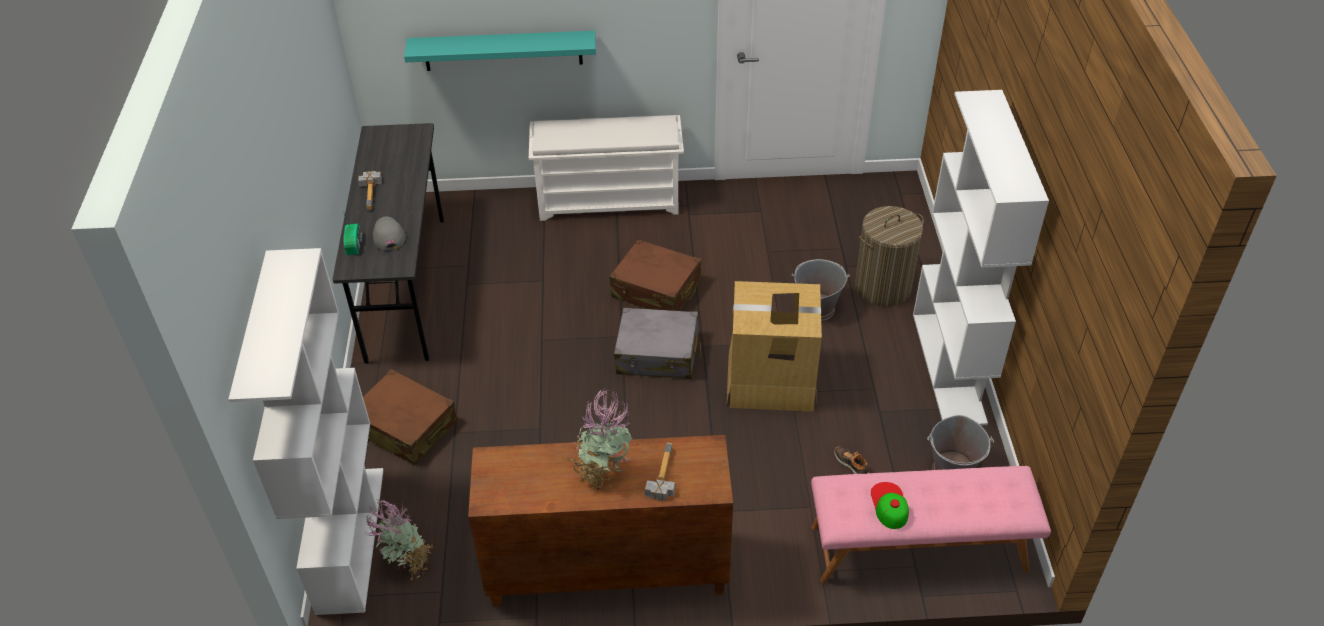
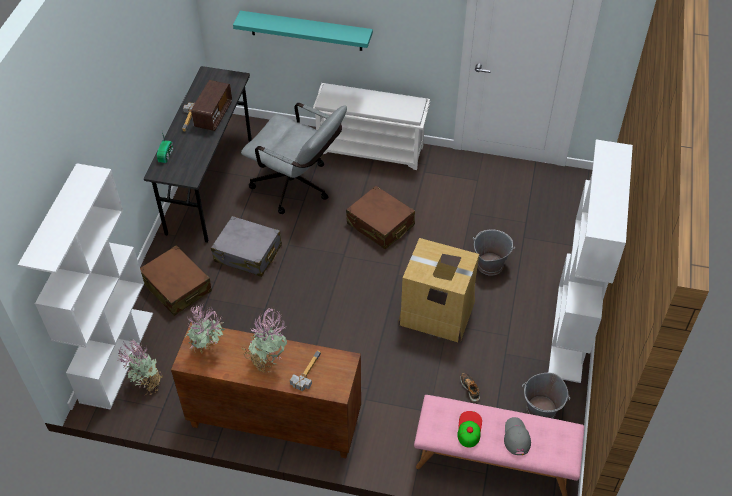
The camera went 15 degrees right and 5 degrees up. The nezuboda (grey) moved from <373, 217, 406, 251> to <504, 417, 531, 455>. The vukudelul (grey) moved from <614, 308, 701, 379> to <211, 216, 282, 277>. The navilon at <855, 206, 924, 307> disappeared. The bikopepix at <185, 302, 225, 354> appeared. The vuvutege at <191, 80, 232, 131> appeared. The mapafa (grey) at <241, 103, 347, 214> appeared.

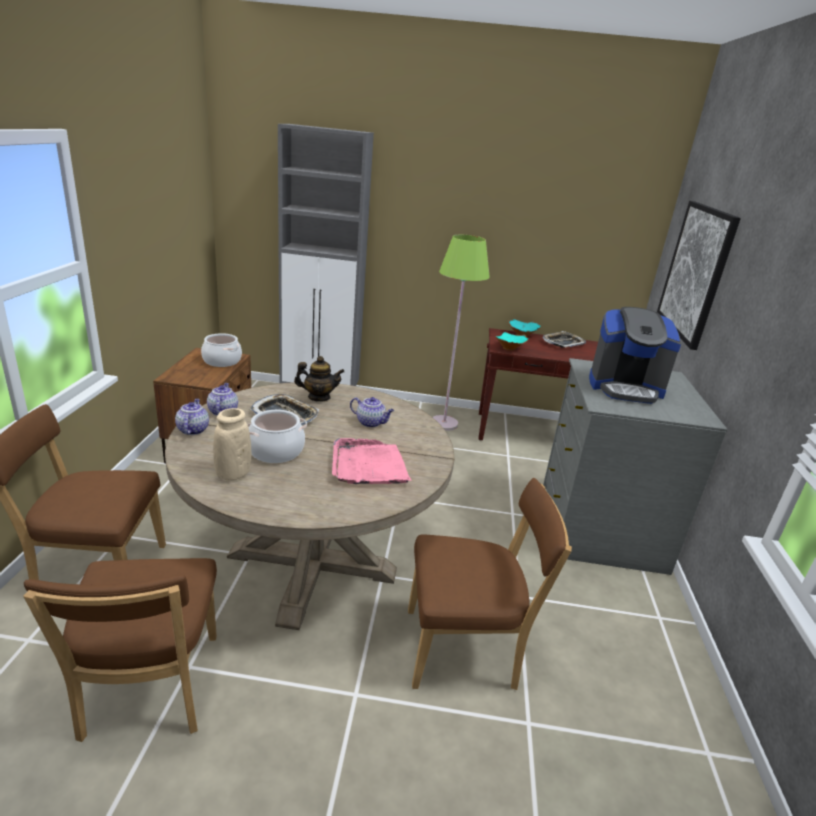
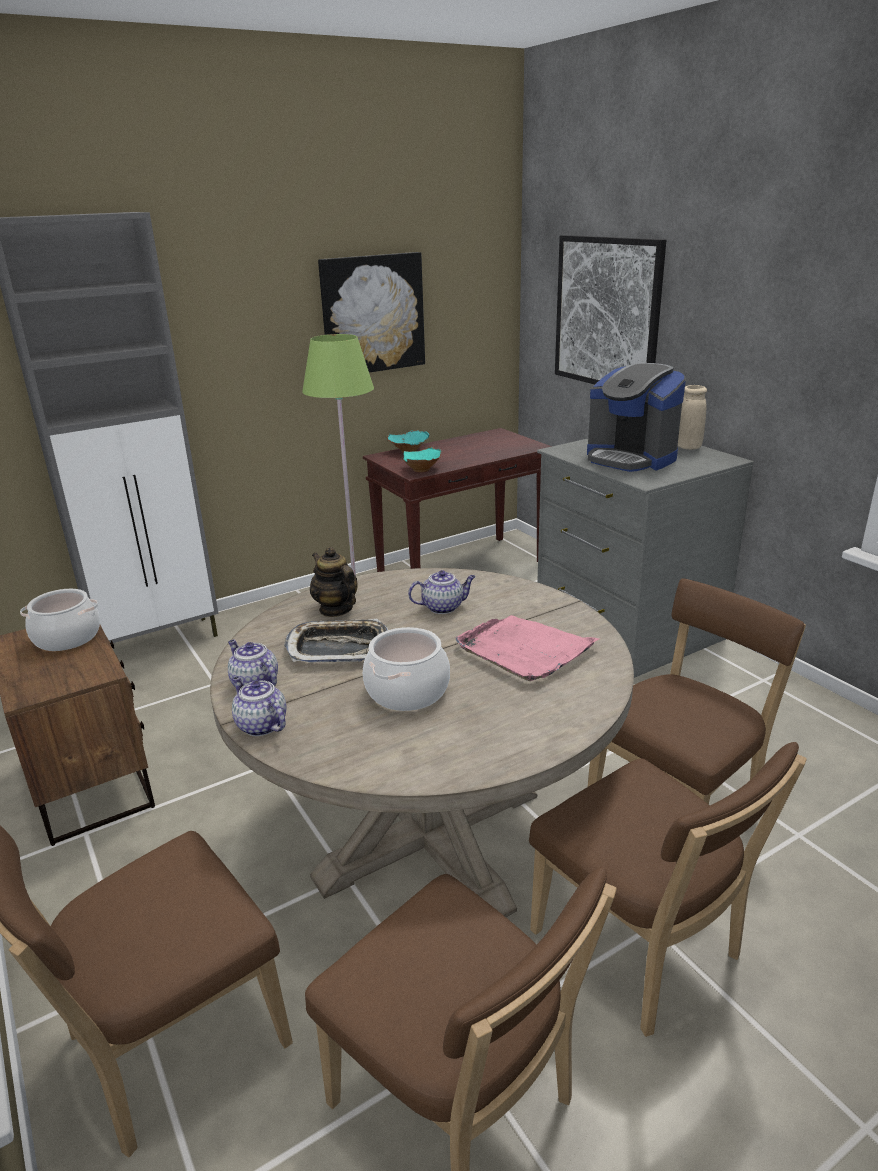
The camera went 35 degrees left and 0 degrees up. The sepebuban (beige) moved from <213, 408, 251, 481> to <678, 385, 707, 450>. The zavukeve at <294, 356, 345, 402> turned 90 degrees counterclockwise. The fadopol at <543, 331, 586, 348> disappeared. The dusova at <589, 307, 681, 404> turned 75 degrees clockwise. The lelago at <318, 252, 425, 373> appeared. The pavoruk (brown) at <529, 742, 807, 1037> appeared.

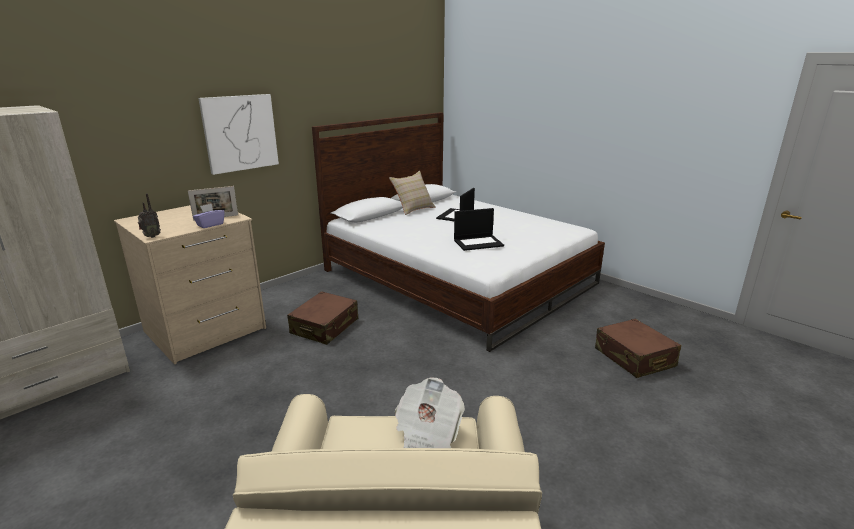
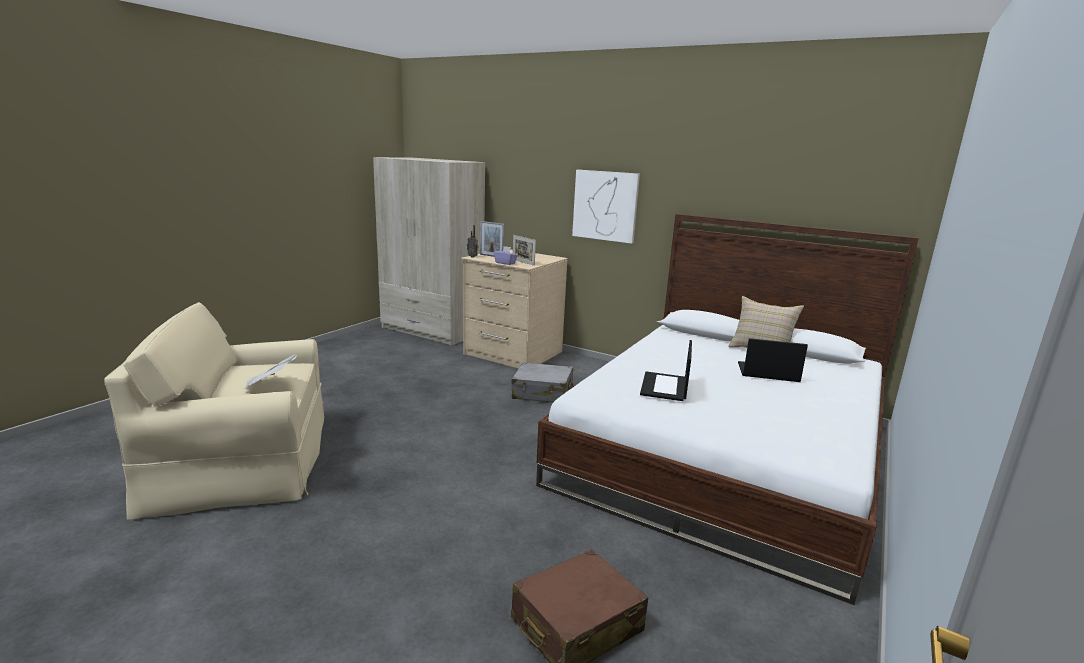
The camera went 75 degrees right and 5 degrees down. The vukudelul (brown) at <287, 291, 358, 345> became the vukudelul (grey) at <511, 363, 574, 403>. The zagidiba at <454, 208, 504, 251> turned 45 degrees clockwise. The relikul at <480, 221, 505, 257> appeared.

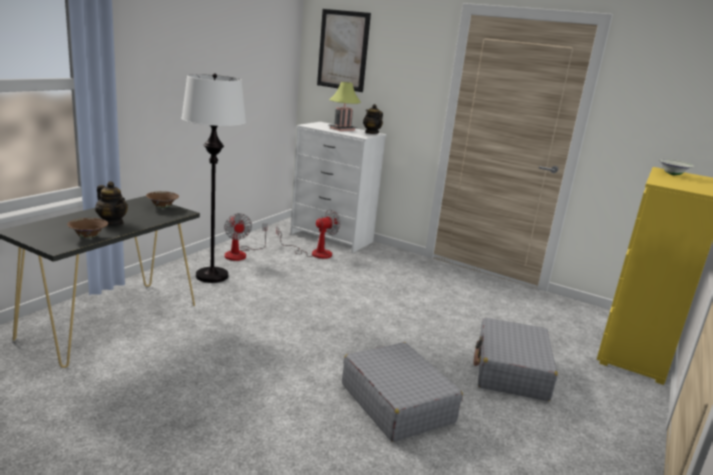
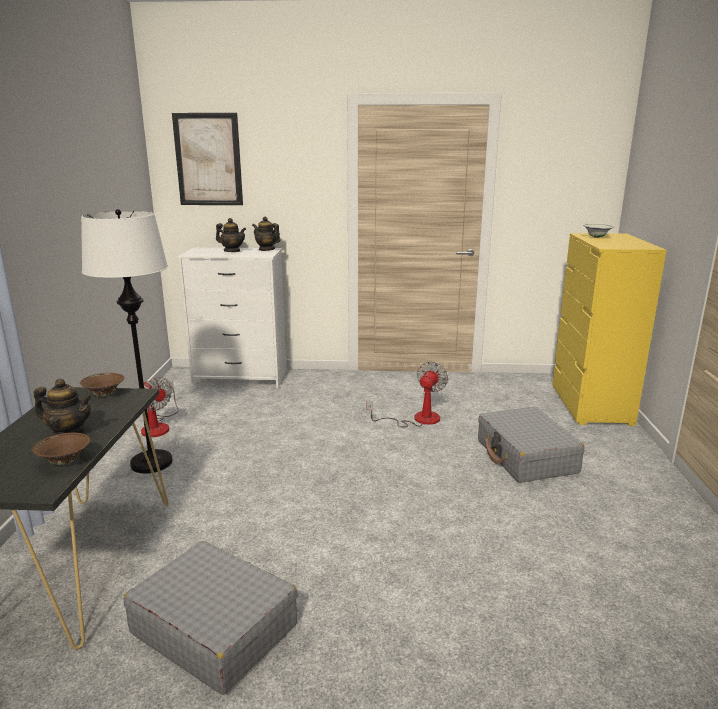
The camera went 25 degrees left and 0 degrees up. The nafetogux moved from <276, 210, 341, 259> to <366, 361, 448, 427>. The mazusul at <329, 82, 361, 131> was replaced by the zavukeve at <216, 218, 246, 252>. The vukudelul (grey) moved from <342, 342, 463, 442> to <124, 541, 298, 695>.

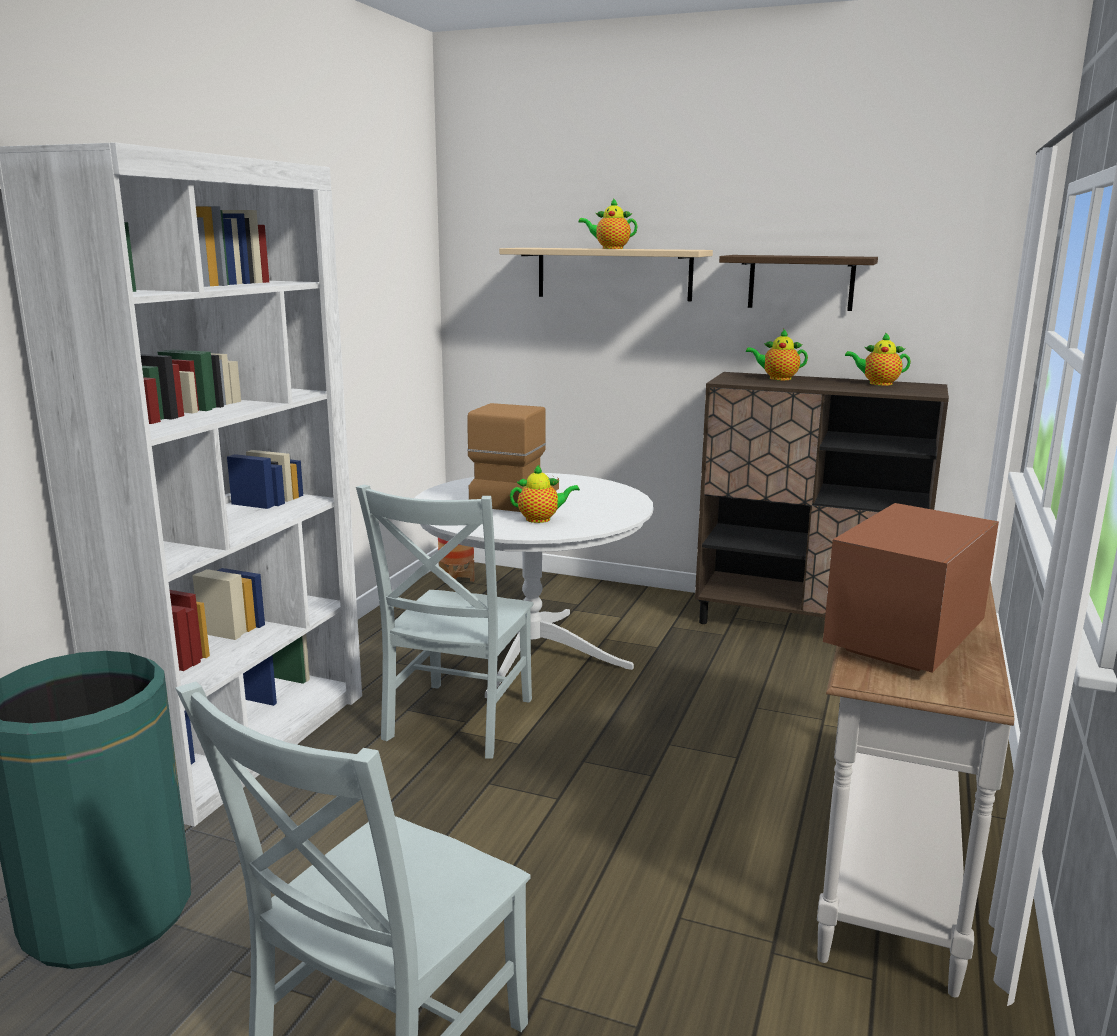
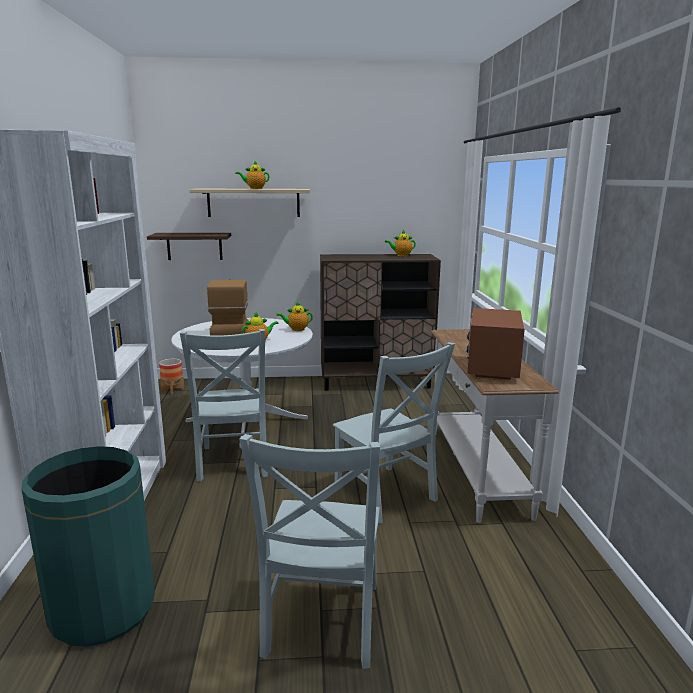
The camera went 25 degrees left and 0 degrees up. The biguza moved from <719, 255, 878, 311> to <147, 233, 231, 260>. The zavukeve moved from <746, 329, 808, 380> to <276, 301, 313, 331>. The pavoruk (grey) at <333, 342, 455, 524> appeared.

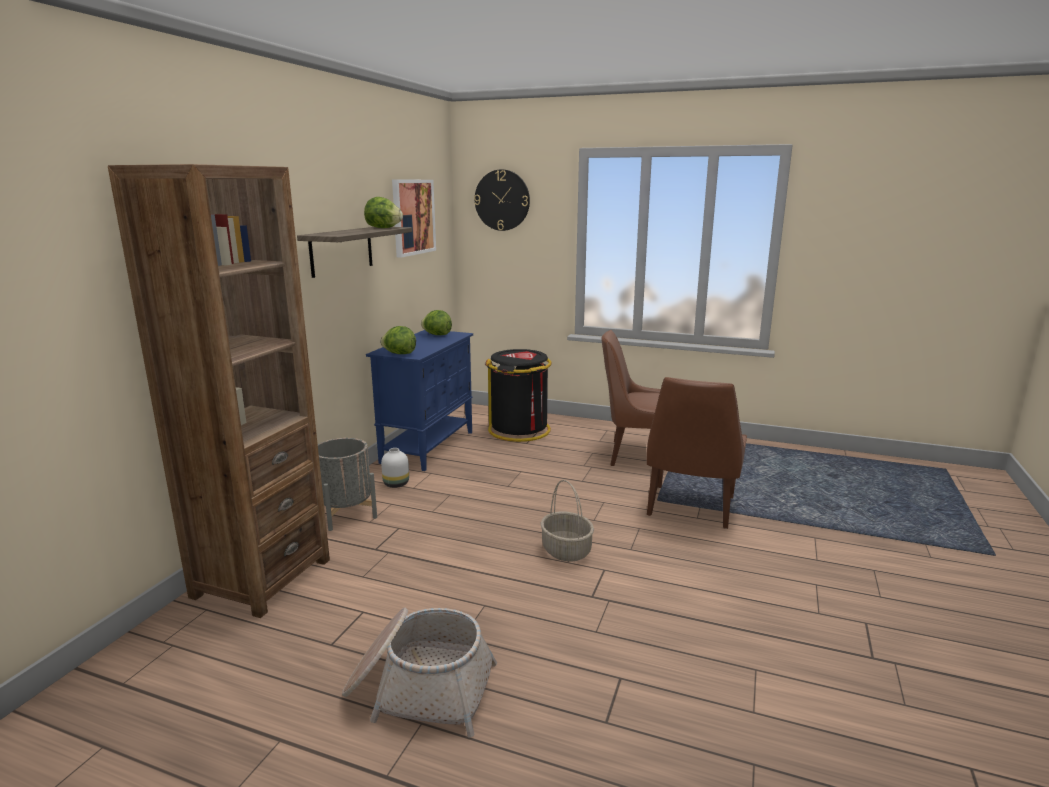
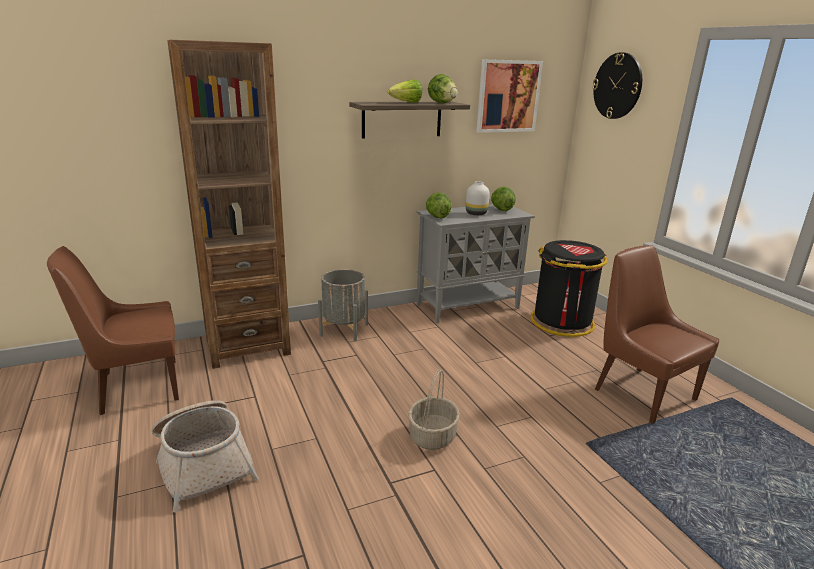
The camera went 45 degrees right and 5 degrees up. The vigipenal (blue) at <366, 330, 473, 471> became the vigipenal (grey) at <417, 204, 535, 323>. The sepebuban (white) moved from <381, 448, 409, 488> to <466, 181, 489, 215>. The pavoruk (brown) moved from <647, 377, 747, 529> to <47, 246, 179, 415>. The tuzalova at <388, 79, 422, 103> appeared.

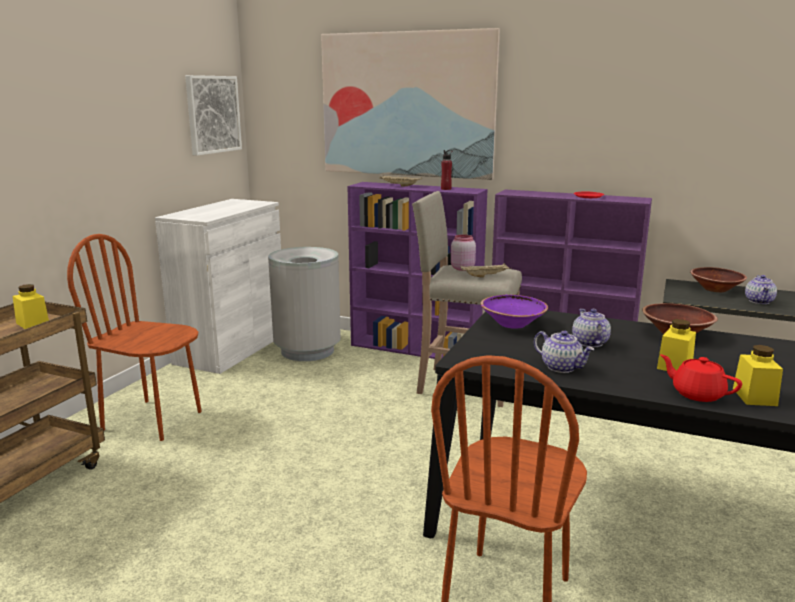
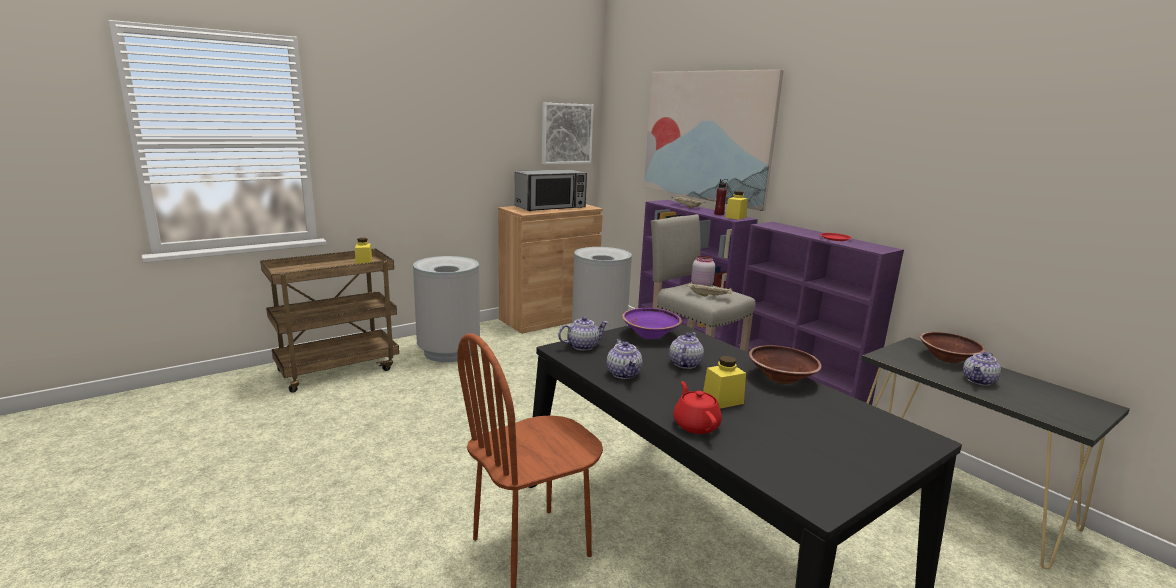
The camera went 30 degrees right and 0 degrees up. The pavoruk (brown) at <67, 234, 202, 441> was replaced by the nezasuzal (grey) at <413, 256, 480, 362>. The vigipenal (white) at <155, 199, 281, 374> became the vigipenal (brown) at <498, 204, 603, 334>. The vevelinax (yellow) moved from <733, 345, 783, 406> to <725, 191, 748, 220>. The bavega at <515, 169, 587, 211> appeared. The zavukeve at <558, 317, 609, 351> appeared.

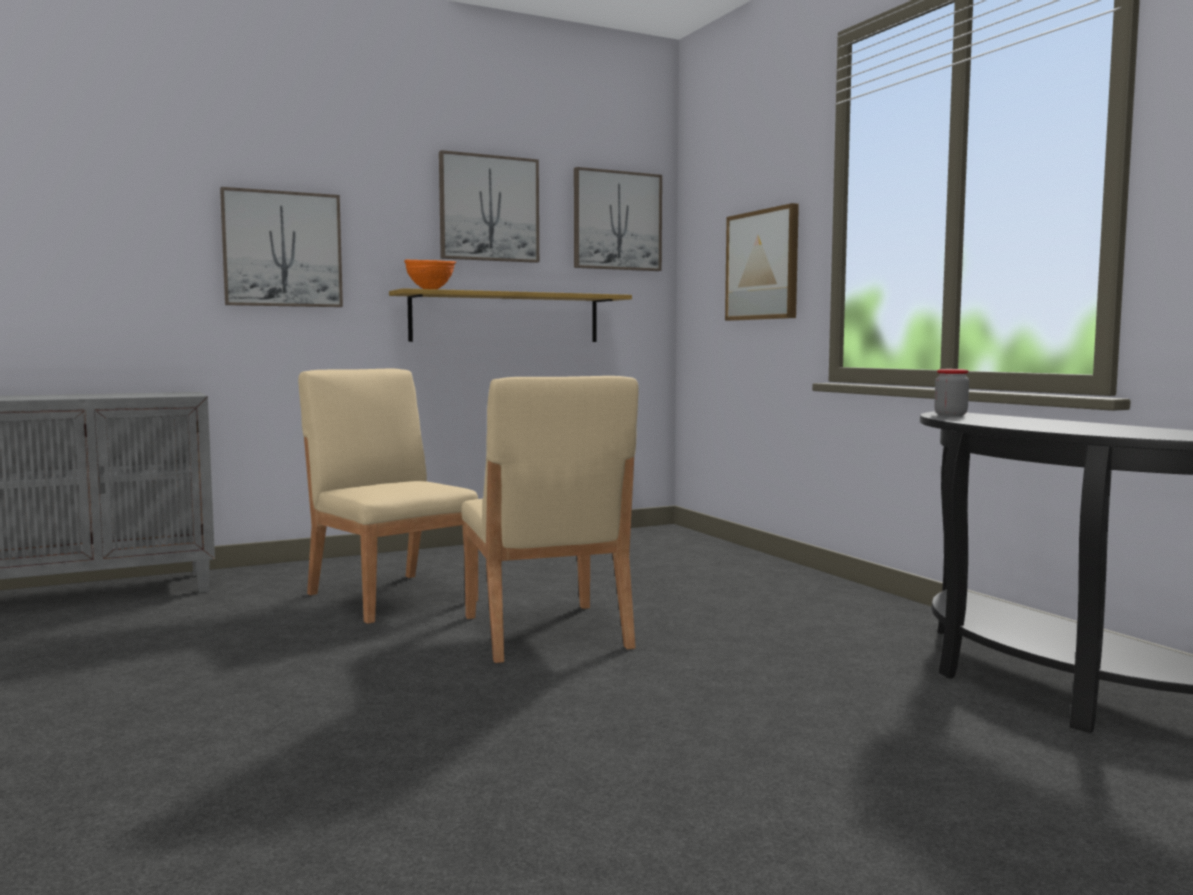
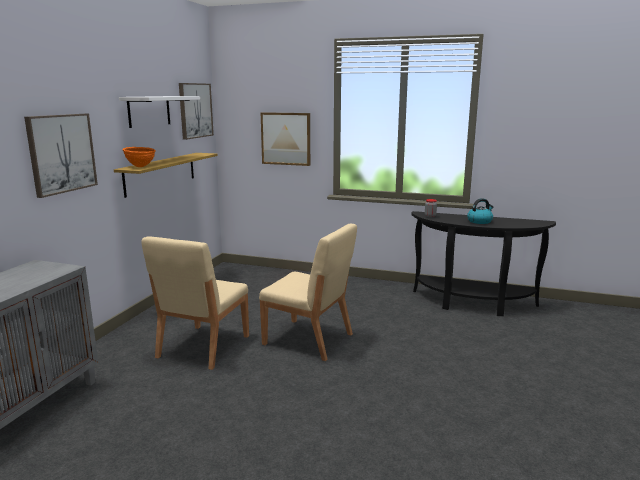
The camera went 45 degrees left and 10 degrees up. The pavoruk (beige) at <298, 369, 478, 624> turned 75 degrees counterclockwise. The lelago at <439, 150, 539, 263> was replaced by the biguza (white) at <119, 96, 200, 128>. The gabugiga at <467, 198, 493, 224> appeared.

